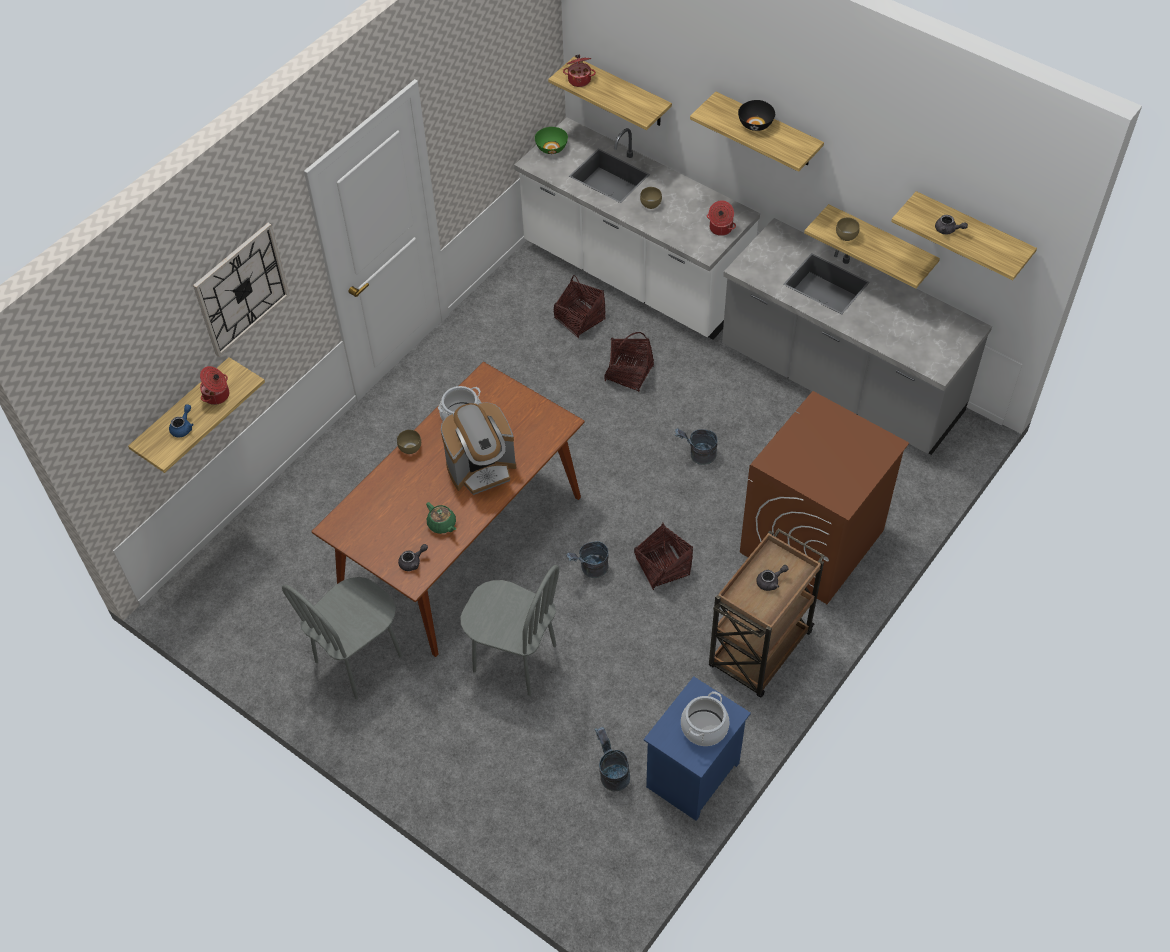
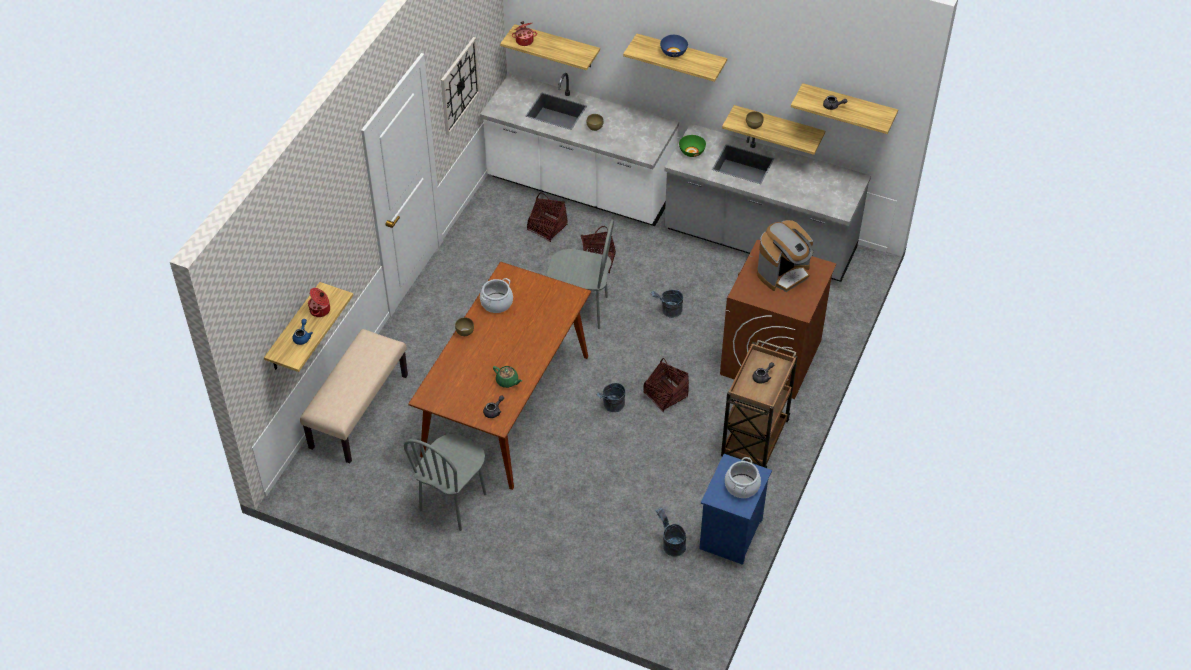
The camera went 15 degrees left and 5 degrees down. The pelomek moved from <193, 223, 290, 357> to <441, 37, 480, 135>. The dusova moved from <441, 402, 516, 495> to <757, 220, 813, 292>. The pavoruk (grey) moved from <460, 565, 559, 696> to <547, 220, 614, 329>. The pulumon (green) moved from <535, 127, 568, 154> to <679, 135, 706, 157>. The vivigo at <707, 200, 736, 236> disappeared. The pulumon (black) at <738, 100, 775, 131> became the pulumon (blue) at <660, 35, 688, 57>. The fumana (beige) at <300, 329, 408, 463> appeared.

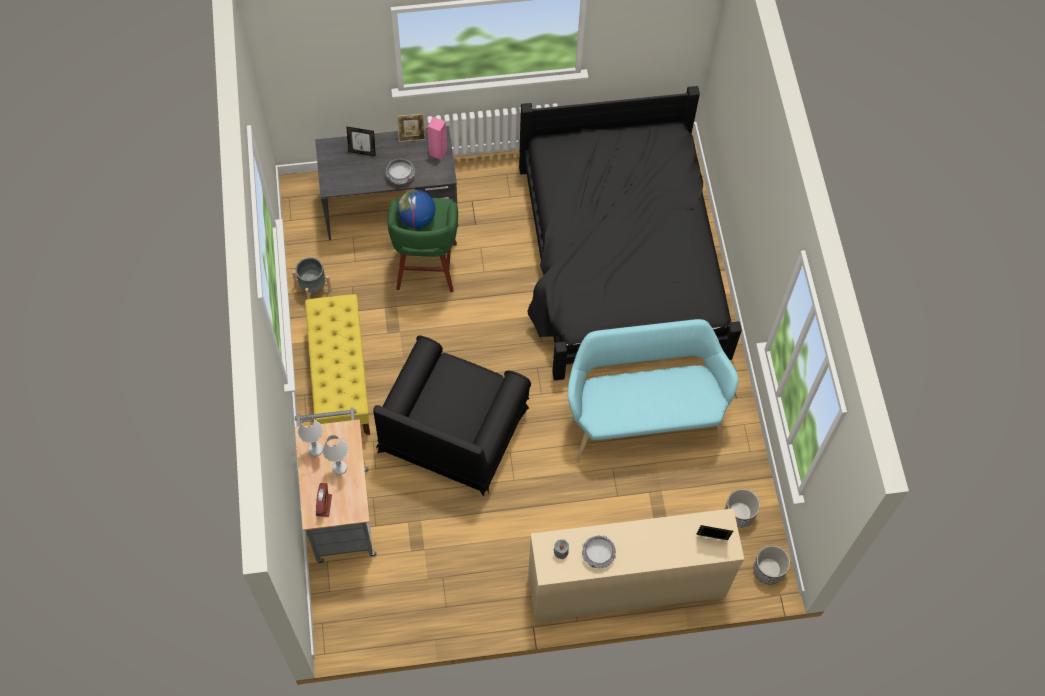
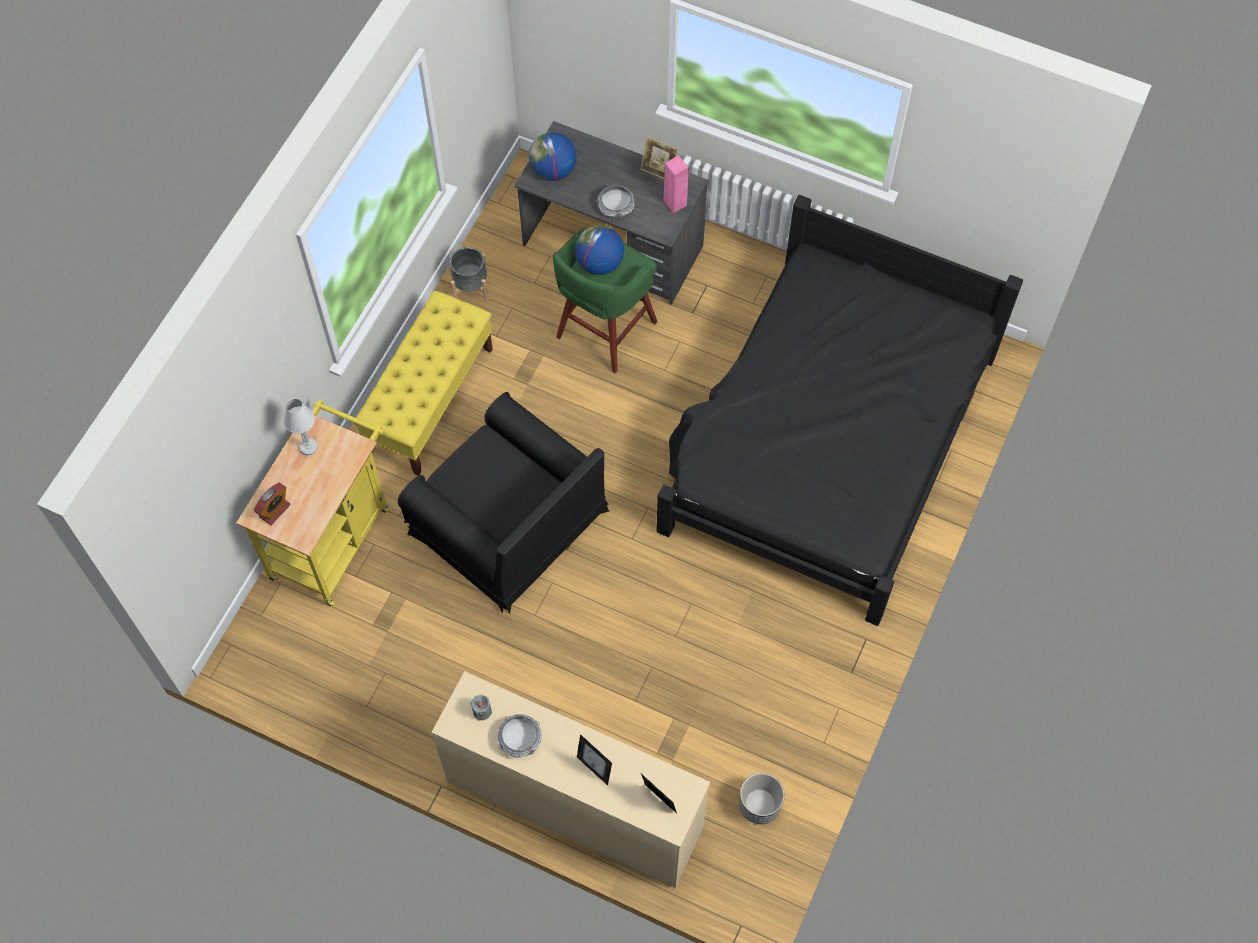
The camera went 35 degrees right and 0 degrees up. The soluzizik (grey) at <295, 408, 377, 563> became the soluzizik (yellow) at <236, 400, 390, 607>. The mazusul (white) at <323, 435, 348, 475> disappeared. The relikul moved from <346, 127, 376, 156> to <577, 734, 612, 785>. The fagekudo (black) at <373, 335, 531, 496> turned 105 degrees counterclockwise. The fumana (turquoise) at <568, 319, 738, 462> disappeared. The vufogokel at <753, 545, 790, 584> disappeared. The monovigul at <529, 132, 577, 181> appeared.

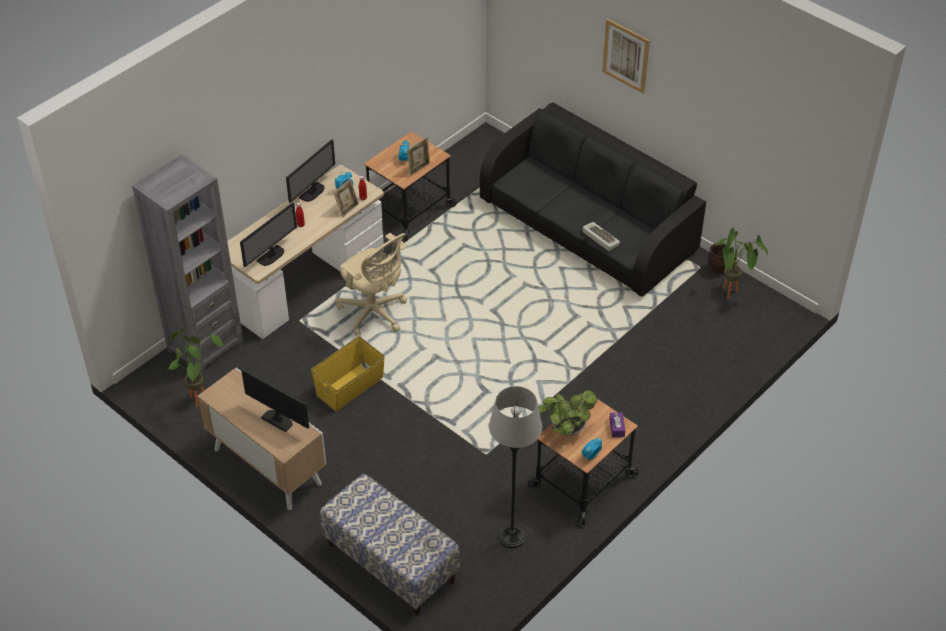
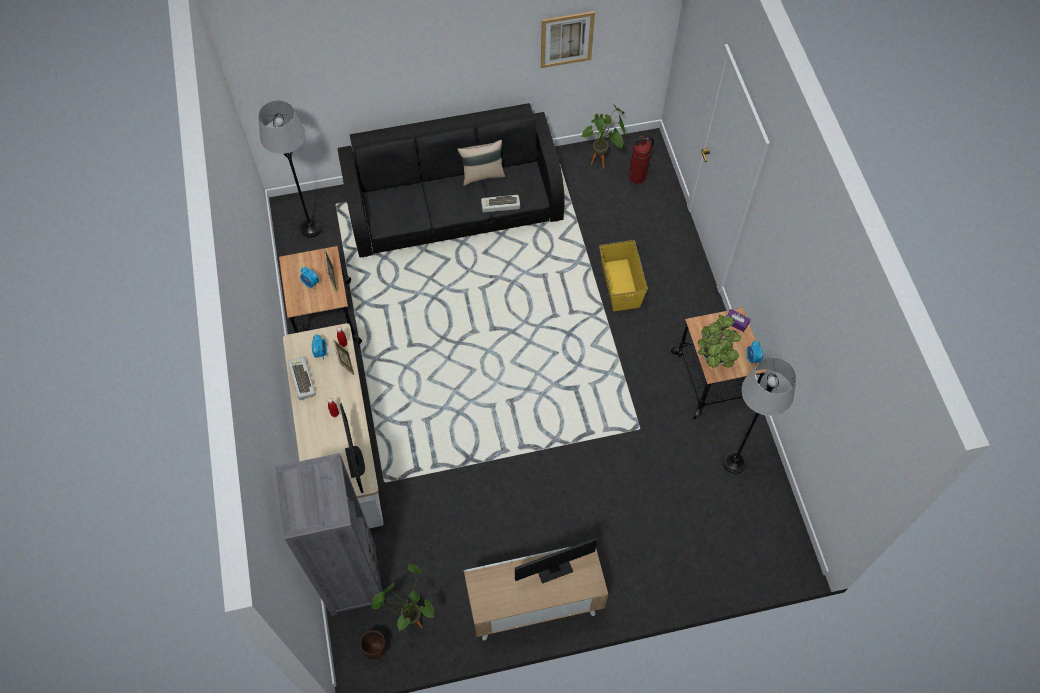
The camera went 55 degrees left and 15 degrees up. The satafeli at <286, 139, 335, 203> was replaced by the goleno at <288, 357, 316, 400>. The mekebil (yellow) moved from <311, 336, 385, 411> to <599, 240, 648, 311>. The fumana at <320, 474, 460, 616> disappeared. The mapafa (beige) at <335, 233, 407, 336> disappeared. The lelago moved from <602, 19, 650, 93> to <541, 11, 595, 68>. The vufogokel (brown) moved from <708, 243, 730, 273> to <359, 630, 387, 659>. The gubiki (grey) at <258, 100, 322, 238> appeared. The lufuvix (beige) at <458, 140, 505, 186> appeared. The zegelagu at <629, 135, 654, 184> appeared.

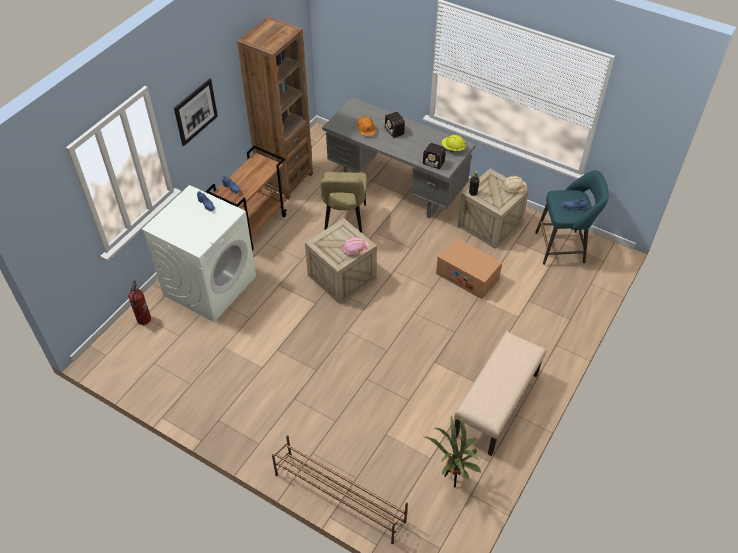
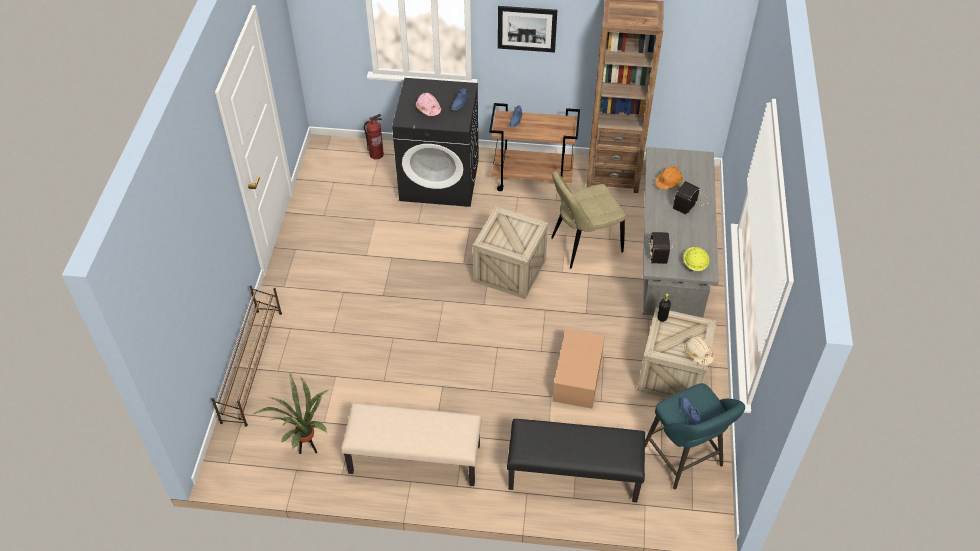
The camera went 65 degrees right and 0 degrees up. The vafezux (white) at <142, 185, 256, 322> became the vafezux (black) at <392, 78, 479, 207>. The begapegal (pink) moved from <342, 237, 370, 255> to <416, 93, 441, 116>. The fumana (black) at <507, 419, 645, 502> appeared.

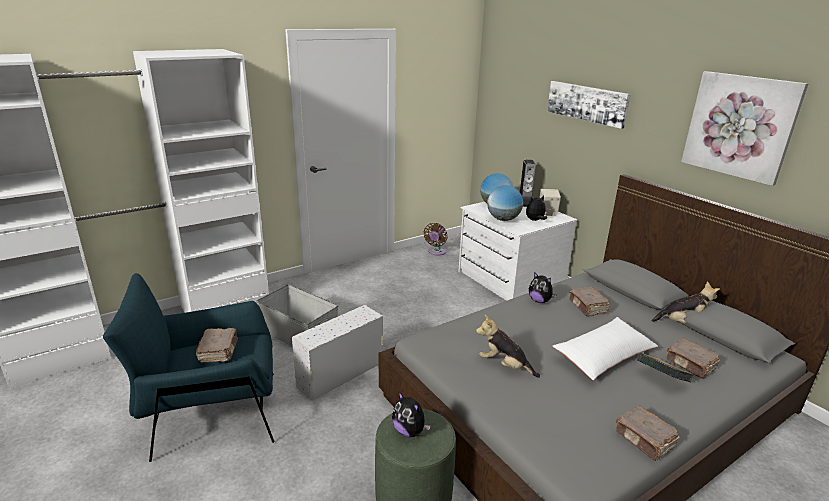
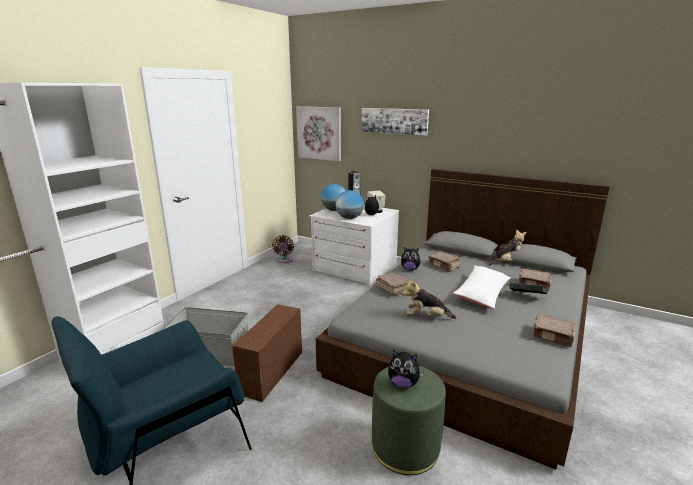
The camera went 25 degrees left and 5 degrees down. The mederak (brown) moved from <196, 328, 238, 362> to <376, 272, 408, 295>. The mekebil (white) at <292, 305, 383, 401> became the mekebil (brown) at <232, 304, 302, 402>. The lelago moved from <681, 71, 808, 186> to <296, 106, 341, 161>.

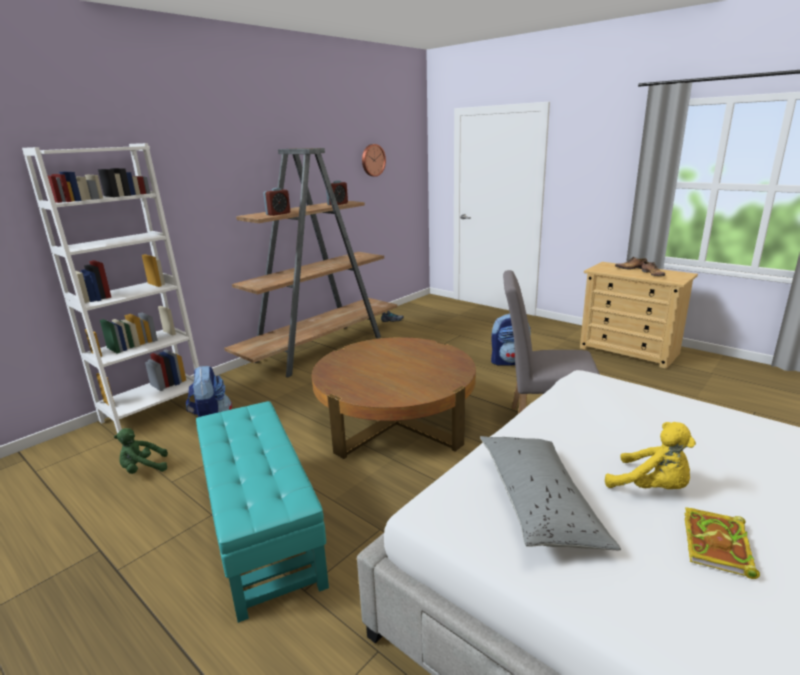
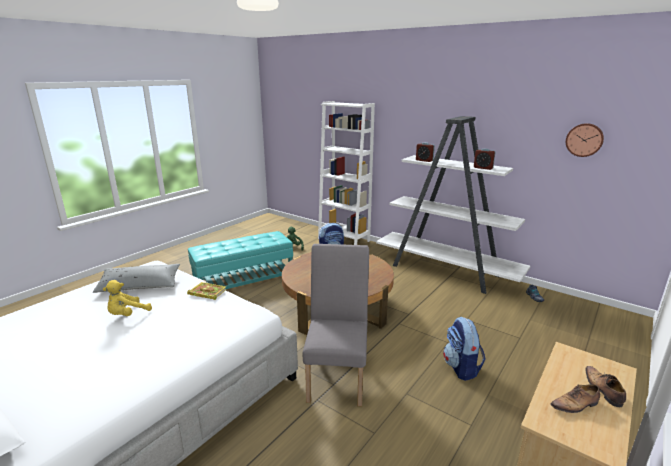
The camera went 85 degrees right and 0 degrees up. The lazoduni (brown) at <224, 148, 397, 377> became the lazoduni (white) at <376, 116, 530, 294>. The mederak moved from <684, 507, 760, 579> to <187, 282, 227, 300>.

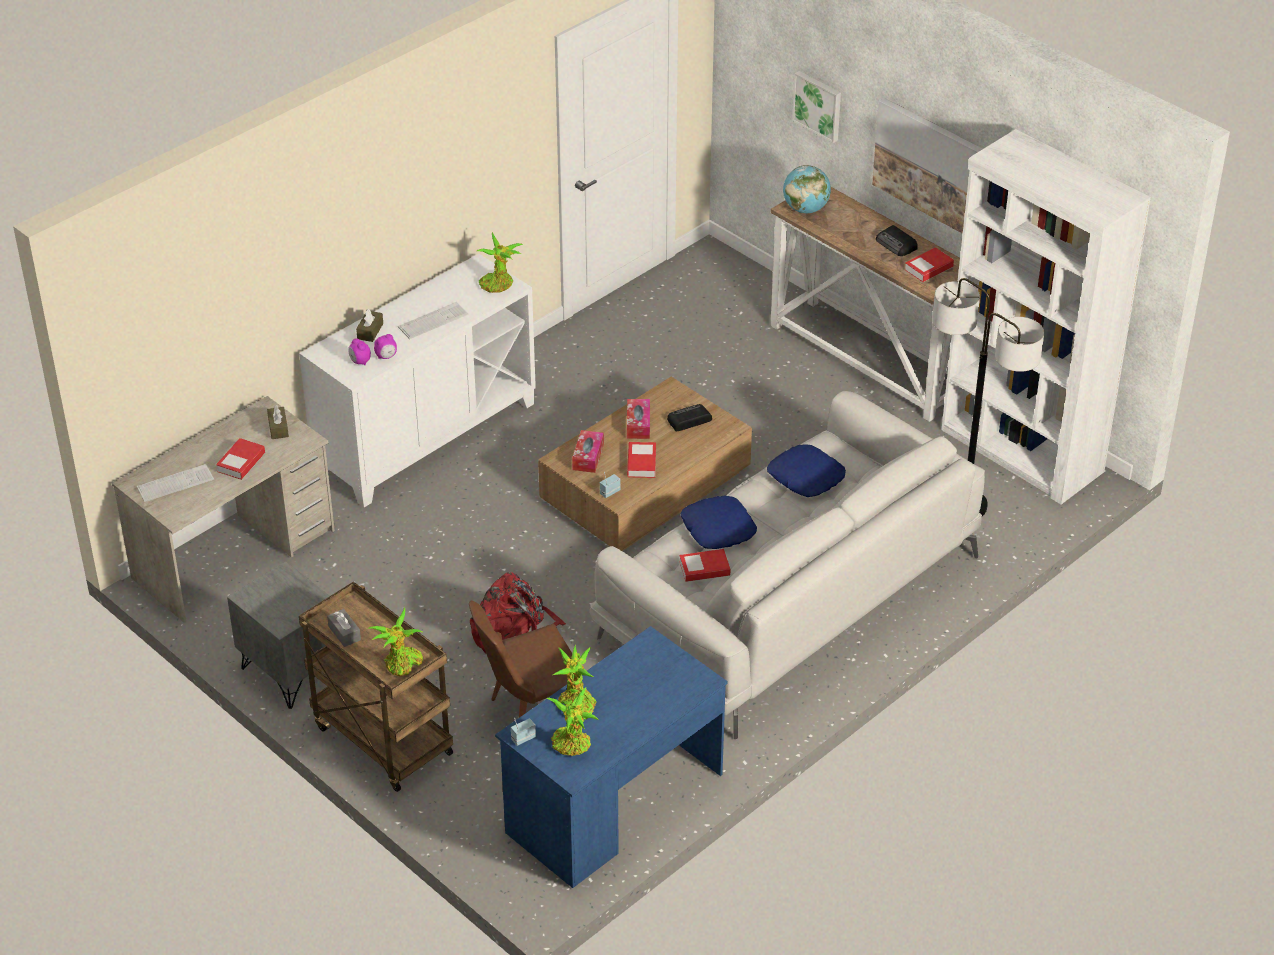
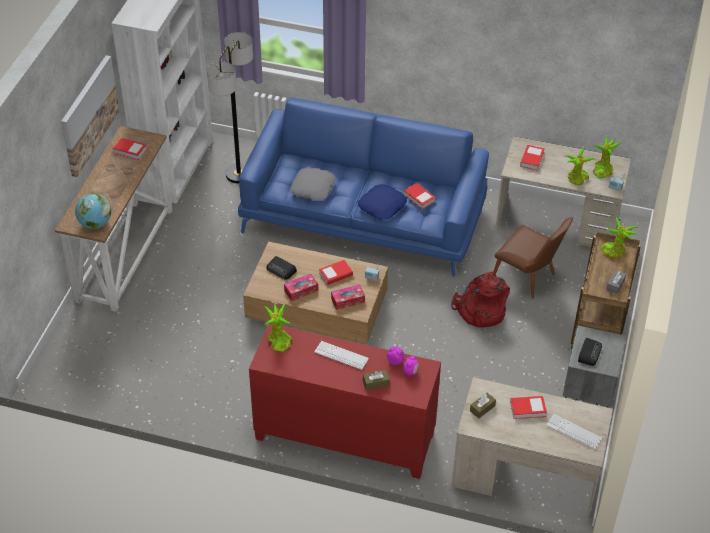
The camera went 120 degrees left and 5 degrees up. The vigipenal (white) at <299, 254, 536, 507> became the vigipenal (red) at <249, 324, 441, 479>. The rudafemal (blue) at <495, 626, 728, 888> became the rudafemal (beige) at <495, 136, 631, 247>. The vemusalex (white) at <590, 391, 985, 739> became the vemusalex (blue) at <238, 98, 489, 277>. The lufuvix (blue) at <767, 444, 846, 497> became the lufuvix (grey) at <290, 167, 336, 200>. The lelago at <792, 71, 841, 143> disappeared. The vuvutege moved from <876, 225, 918, 256> to <578, 338, 602, 366>. The mederak at <520, 145, 545, 171> appeared.

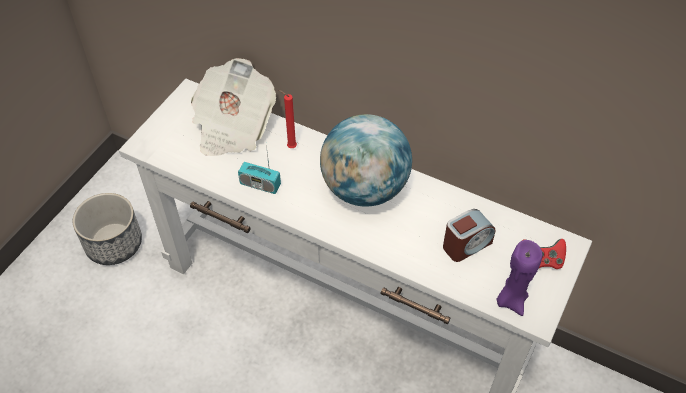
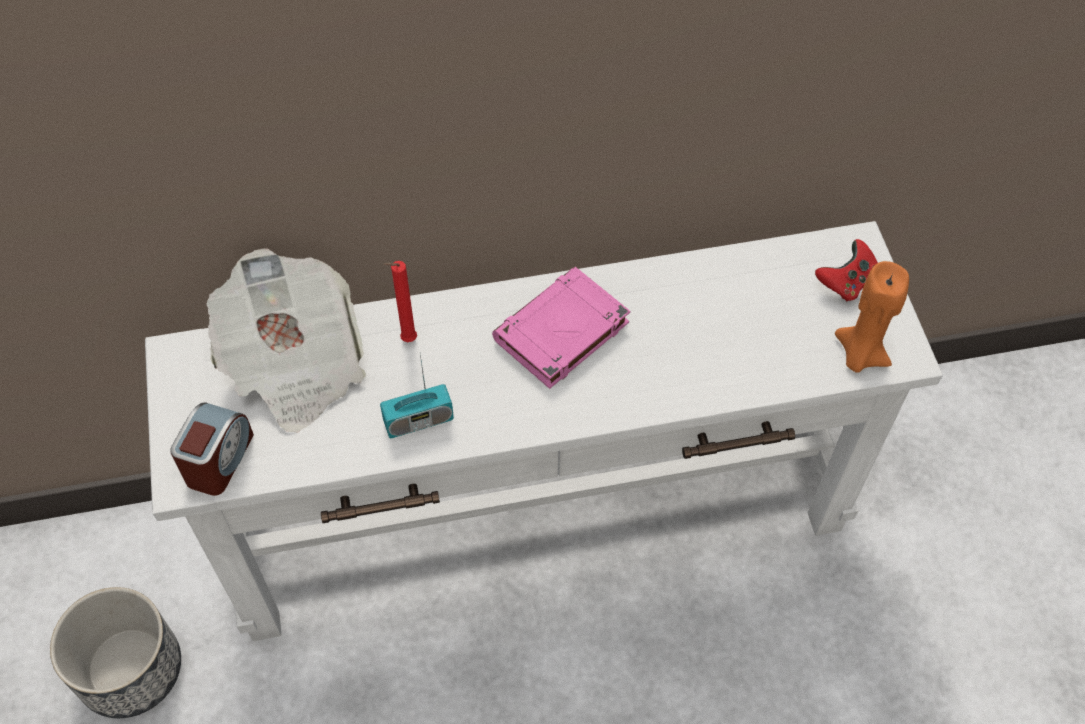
The camera went 40 degrees left and 5 degrees up. The monovigul at <320, 114, 412, 207> was replaced by the mederak (pink) at <492, 267, 630, 389>. The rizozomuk moved from <443, 209, 495, 262> to <170, 402, 254, 496>. The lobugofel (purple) at <496, 240, 543, 316> became the lobugofel (orange) at <835, 261, 909, 373>.

